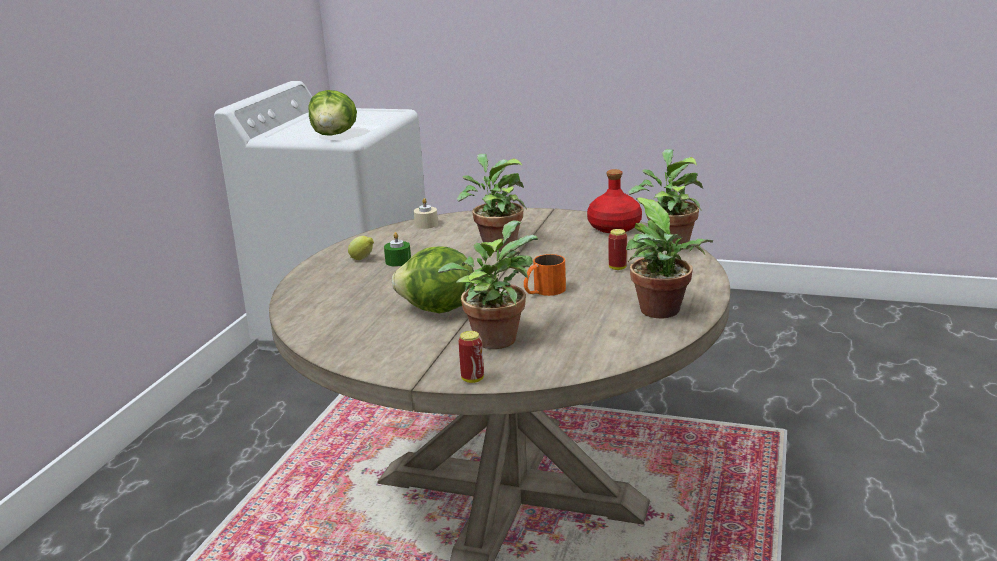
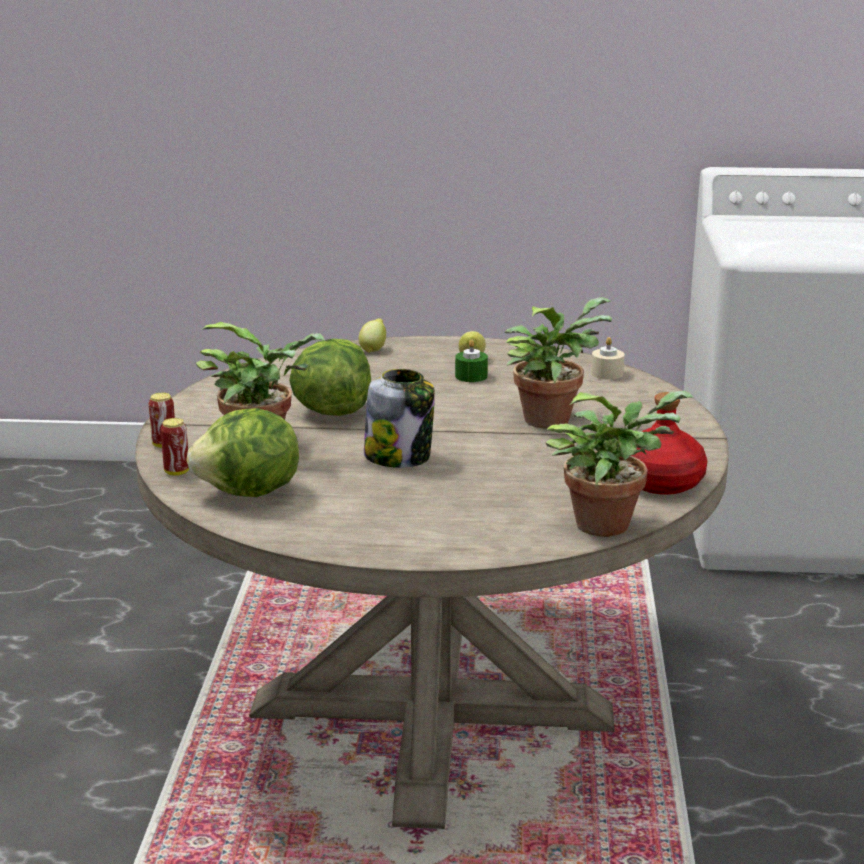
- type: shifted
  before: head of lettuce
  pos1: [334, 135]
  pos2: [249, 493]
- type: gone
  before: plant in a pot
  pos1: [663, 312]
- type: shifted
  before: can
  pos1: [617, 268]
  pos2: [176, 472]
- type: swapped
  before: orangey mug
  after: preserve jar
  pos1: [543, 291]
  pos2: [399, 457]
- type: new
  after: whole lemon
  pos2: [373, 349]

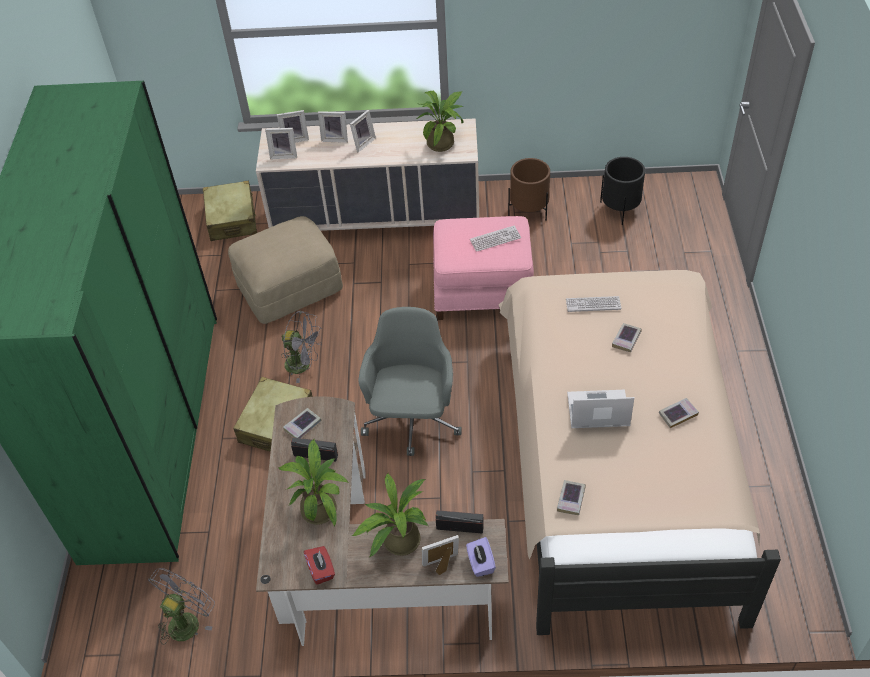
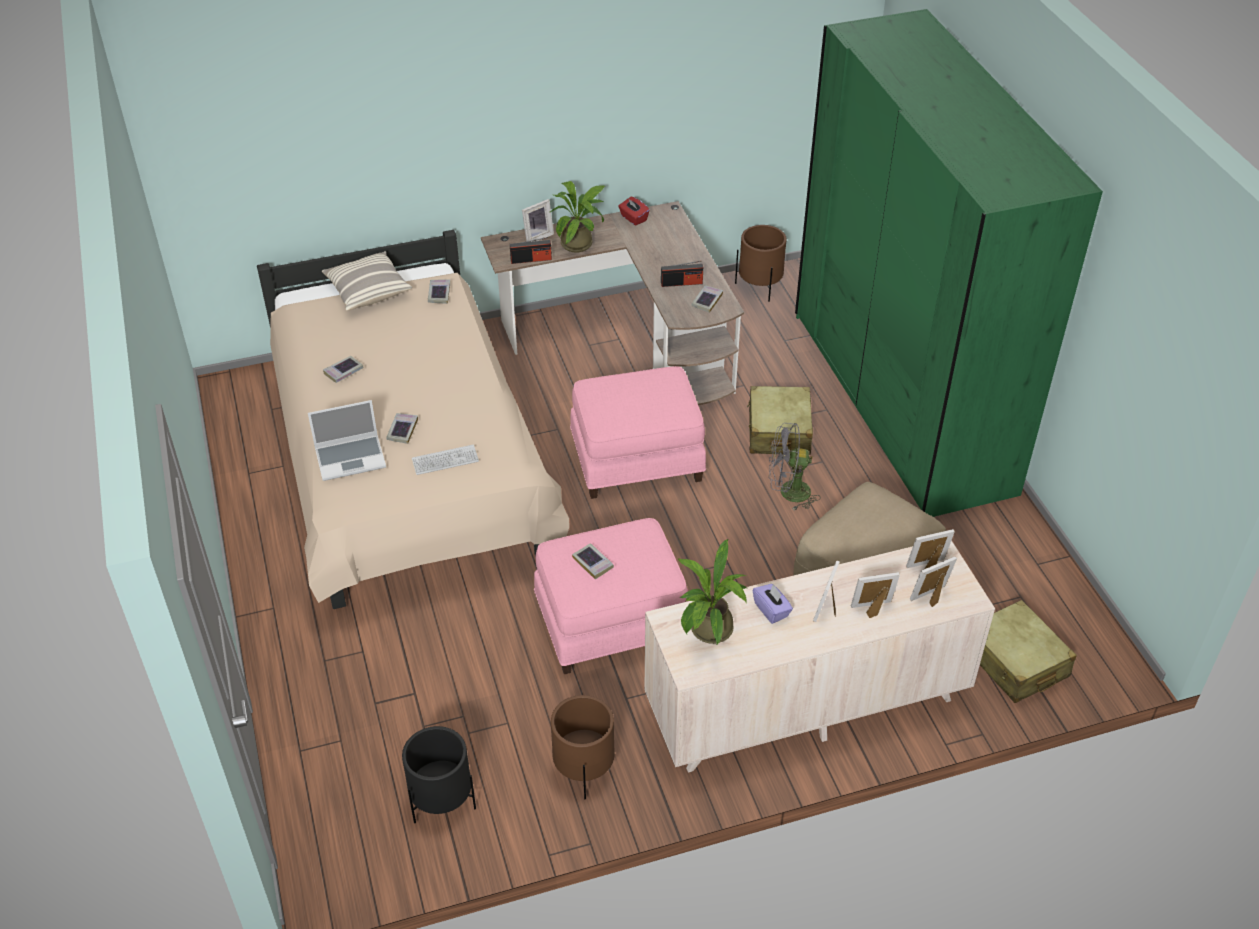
- type: swapped
  before: PC keyboard
  after: volume
  pos1: [495, 239]
  pos2: [593, 563]
- type: swapped
  before: grey computer chair
  after: pink-coloured footrest
  pos1: [413, 420]
  pos2: [637, 462]
- type: shifted
  before: notebook computer
  pos1: [597, 411]
  pos2: [351, 458]
- type: gone
  before: plant in a pot
  pos1: [320, 506]
- type: shifted
  before: purplish tissue box
  pos1: [480, 563]
  pos2: [771, 610]
- type: swapped
  before: grey cooling fan
  after: brownish planter
  pos1: [187, 620]
  pos2: [760, 286]
- type: new
  after: pillow
  pos2: [368, 290]

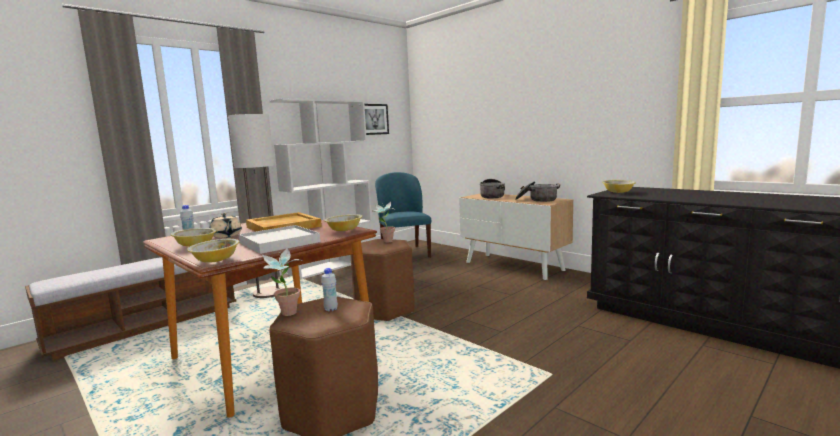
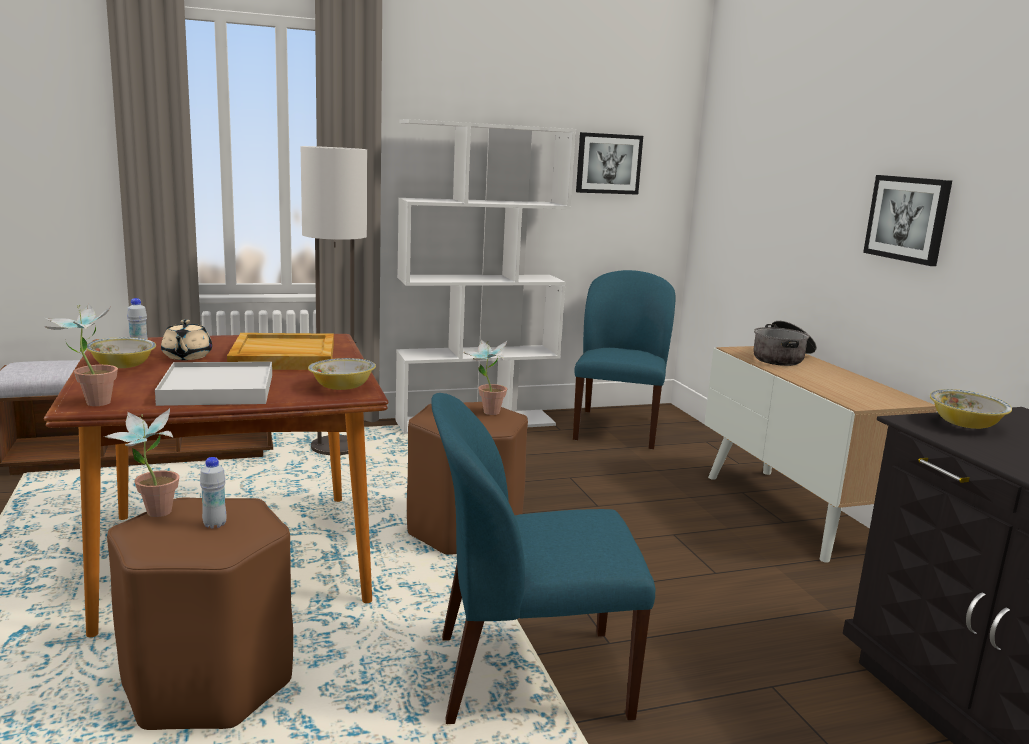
- type: gone
  before: stockpot
  pos1: [536, 200]
- type: swapped
  before: serving bowl
  after: plant in a pot
  pos1: [215, 260]
  pos2: [89, 403]
- type: new
  after: picture
  pos2: [908, 218]
- type: new
  after: blue upright chair
  pos2: [526, 675]

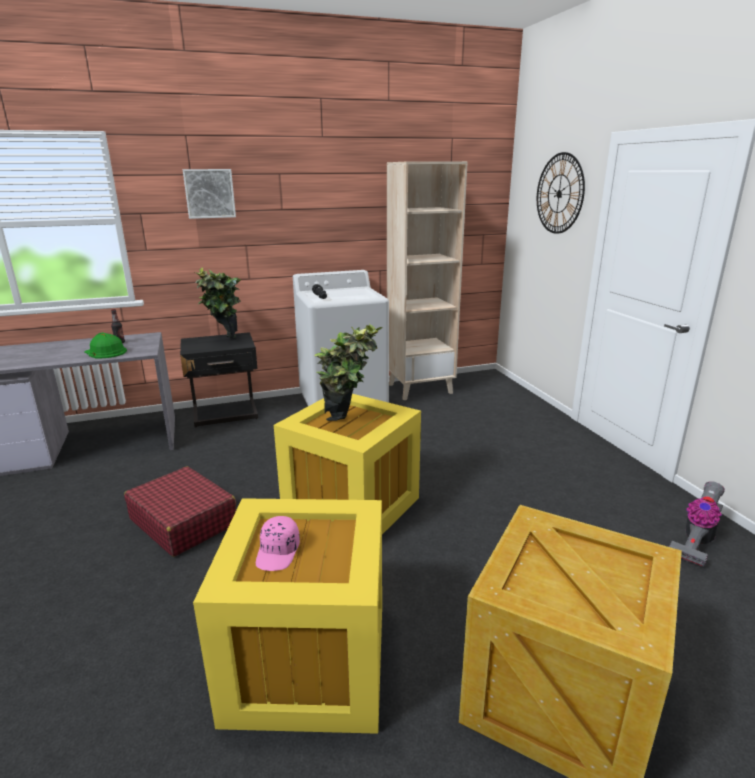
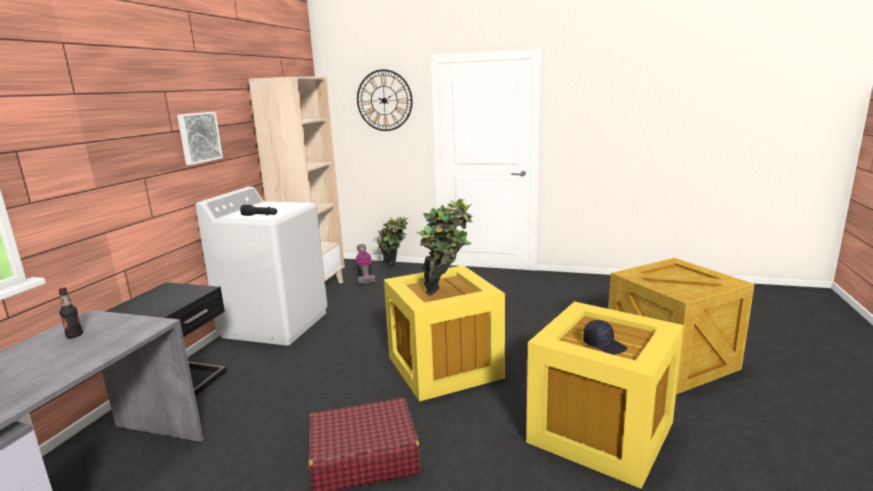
- type: shifted
  before: picture
  pos1: [209, 193]
  pos2: [198, 137]
- type: shifted
  before: plant in a pot
  pos1: [224, 341]
  pos2: [395, 269]
- type: gone
  before: green-coloured safety helmet
  pos1: [105, 352]
- type: shifted
  before: hoover
  pos1: [695, 542]
  pos2: [364, 277]
- type: repainted
  before: pink-coloured cap
  after: black-coloured cap
  pos1: [278, 552]
  pos2: [604, 345]

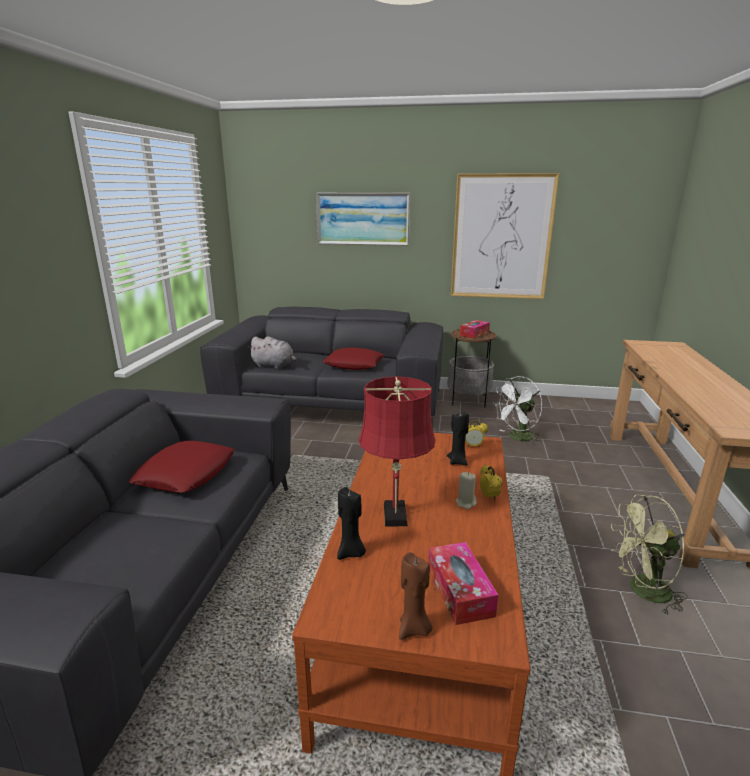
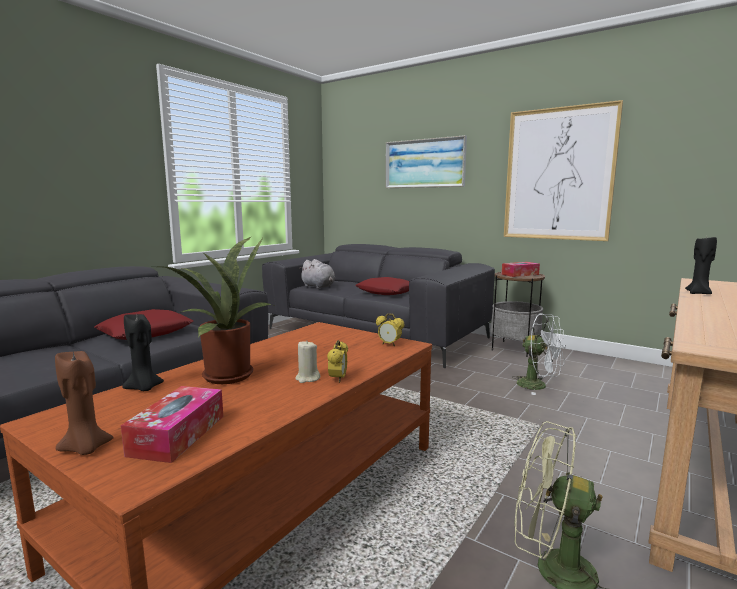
- type: swapped
  before: reddish tabletop lamp
  after: plant in a pot
  pos1: [395, 517]
  pos2: [225, 375]
- type: rotated
  before: whitish cooling fan
  pos1: [517, 438]
  pos2: [538, 386]
  turn: -135
- type: shifted
  before: black-coloured candle
  pos1: [457, 461]
  pos2: [699, 293]

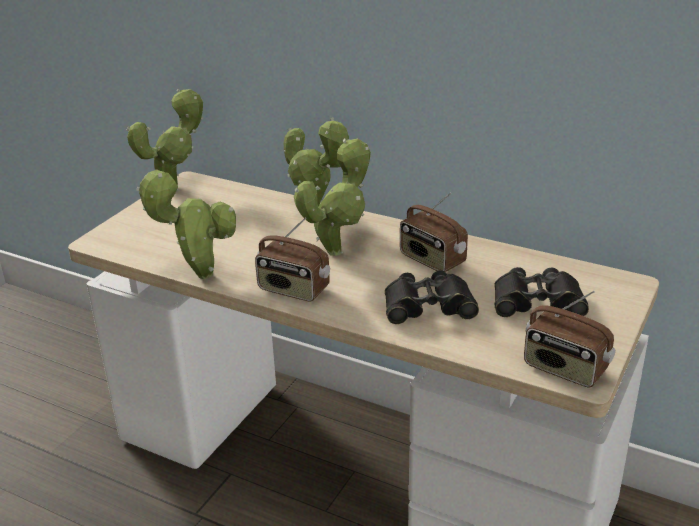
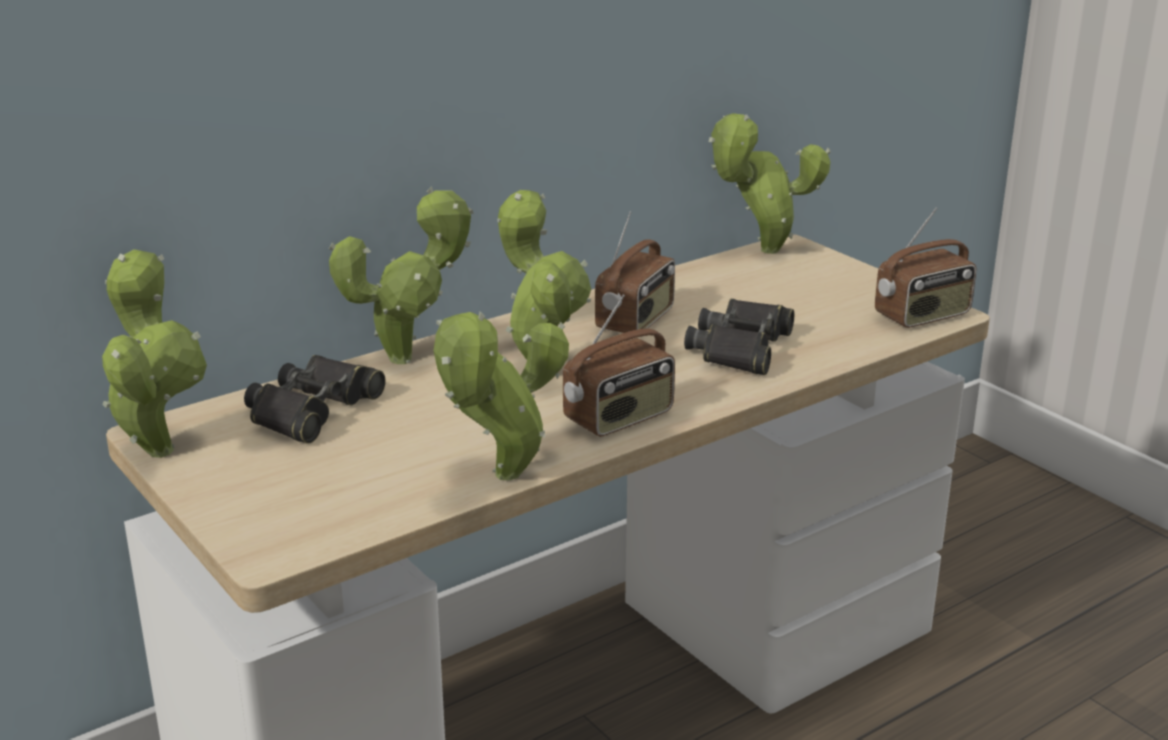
- type: rotated
  before: radio
  pos1: [431, 260]
  pos2: [636, 321]
  turn: -45
- type: shifted
  before: black-coloured binoculars
  pos1: [537, 302]
  pos2: [312, 410]
- type: new
  after: plant in a pot
  pos2: [763, 251]

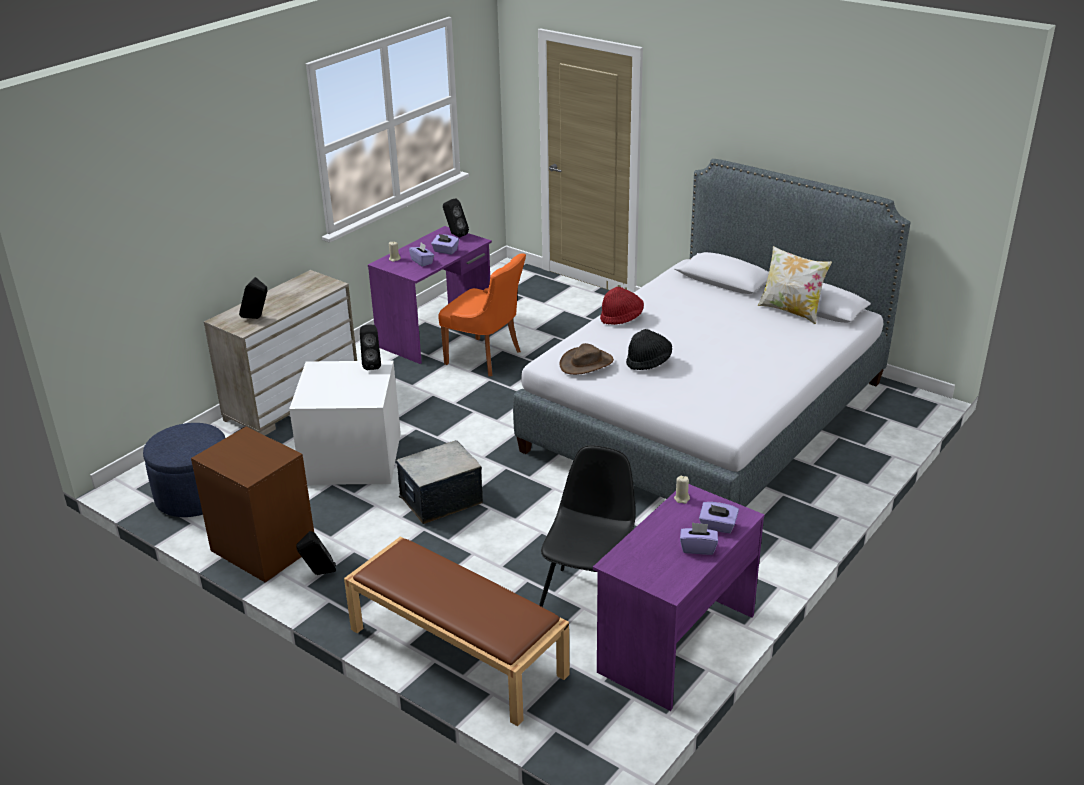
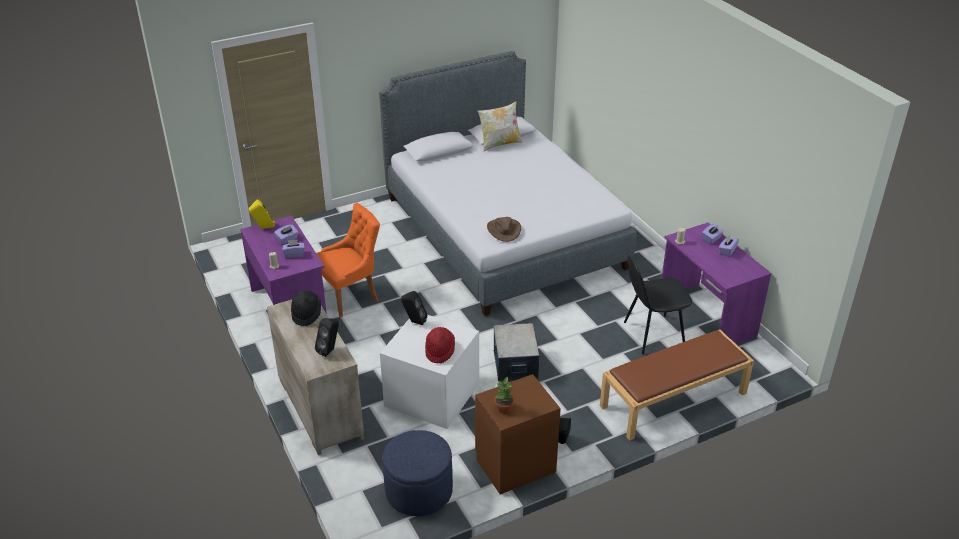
- type: repainted
  before: black-coloured loudspeaker
  after: yellow loudspeaker
  pos1: [455, 235]
  pos2: [263, 228]
- type: shifted
  before: reddish hat
  pos1: [621, 318]
  pos2: [439, 351]
- type: shifted
  before: black-coloured hat
  pos1: [649, 362]
  pos2: [306, 314]
- type: rotated
  before: black-coloured upright chair
  pos1: [588, 597]
  pos2: [652, 334]
  turn: -60
- type: new
  after: plant in a pot
  pos2: [503, 408]

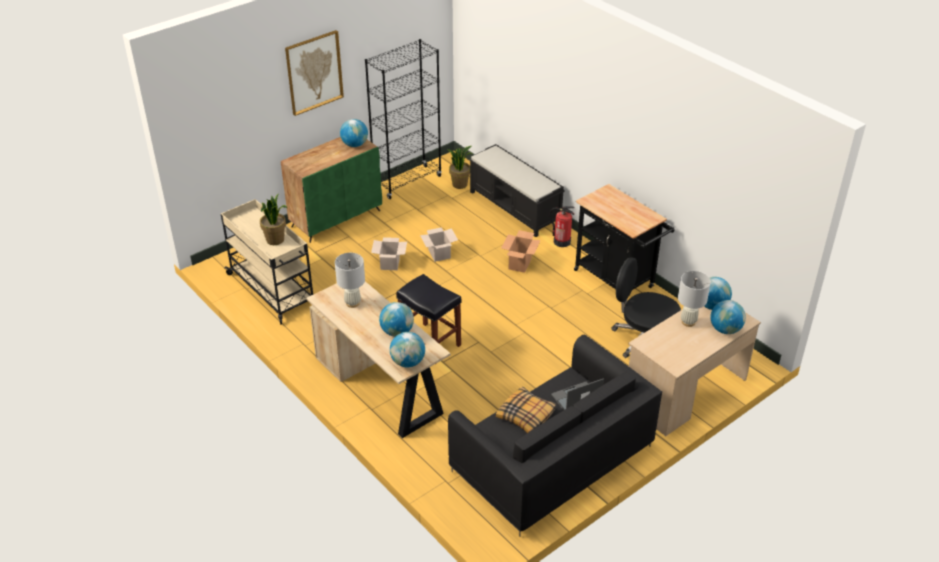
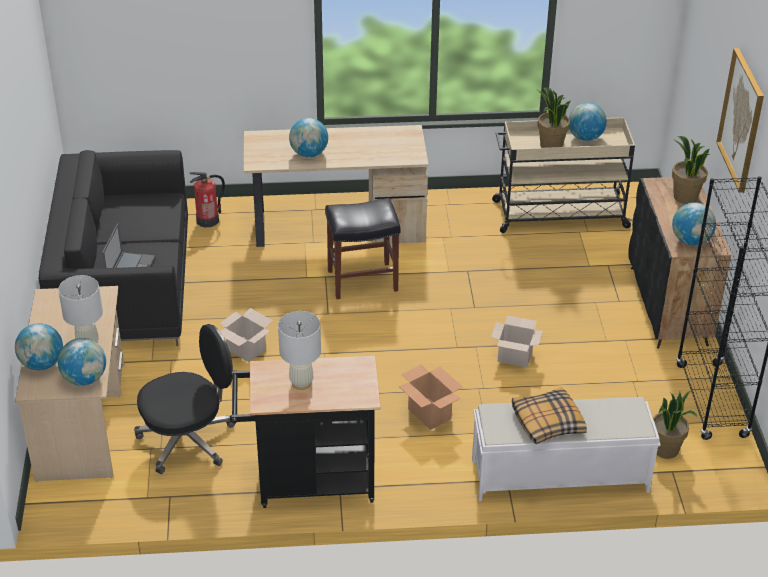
- type: repainted
  before: green-coloured storage cabinet
  after: black-coloured storage cabinet
  pos1: [336, 218]
  pos2: [669, 306]
- type: repainted
  before: black-coloured bench
  after: whitish bench
  pos1: [515, 208]
  pos2: [558, 475]
- type: shifted
  before: extinguisher
  pos1: [561, 241]
  pos2: [208, 220]
- type: shifted
  before: carton
  pos1: [390, 264]
  pos2: [245, 349]
- type: shifted
  before: whitish tabletop lamp
  pos1: [353, 303]
  pos2: [301, 383]
- type: shifted
  before: desk globe
  pos1: [408, 362]
  pos2: [585, 137]
- type: shifted
  before: pillow
  pos1: [526, 415]
  pos2: [547, 422]
- type: new
  after: plant in a pot
  pos2: [685, 197]

